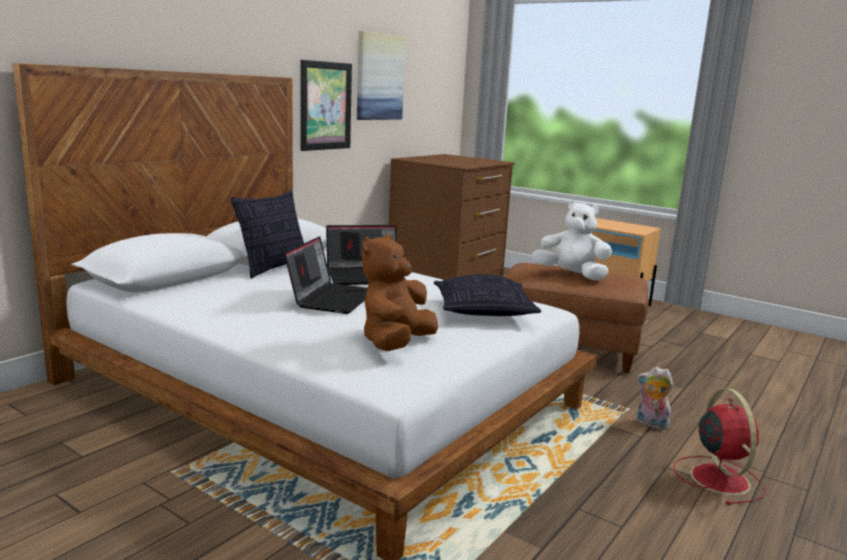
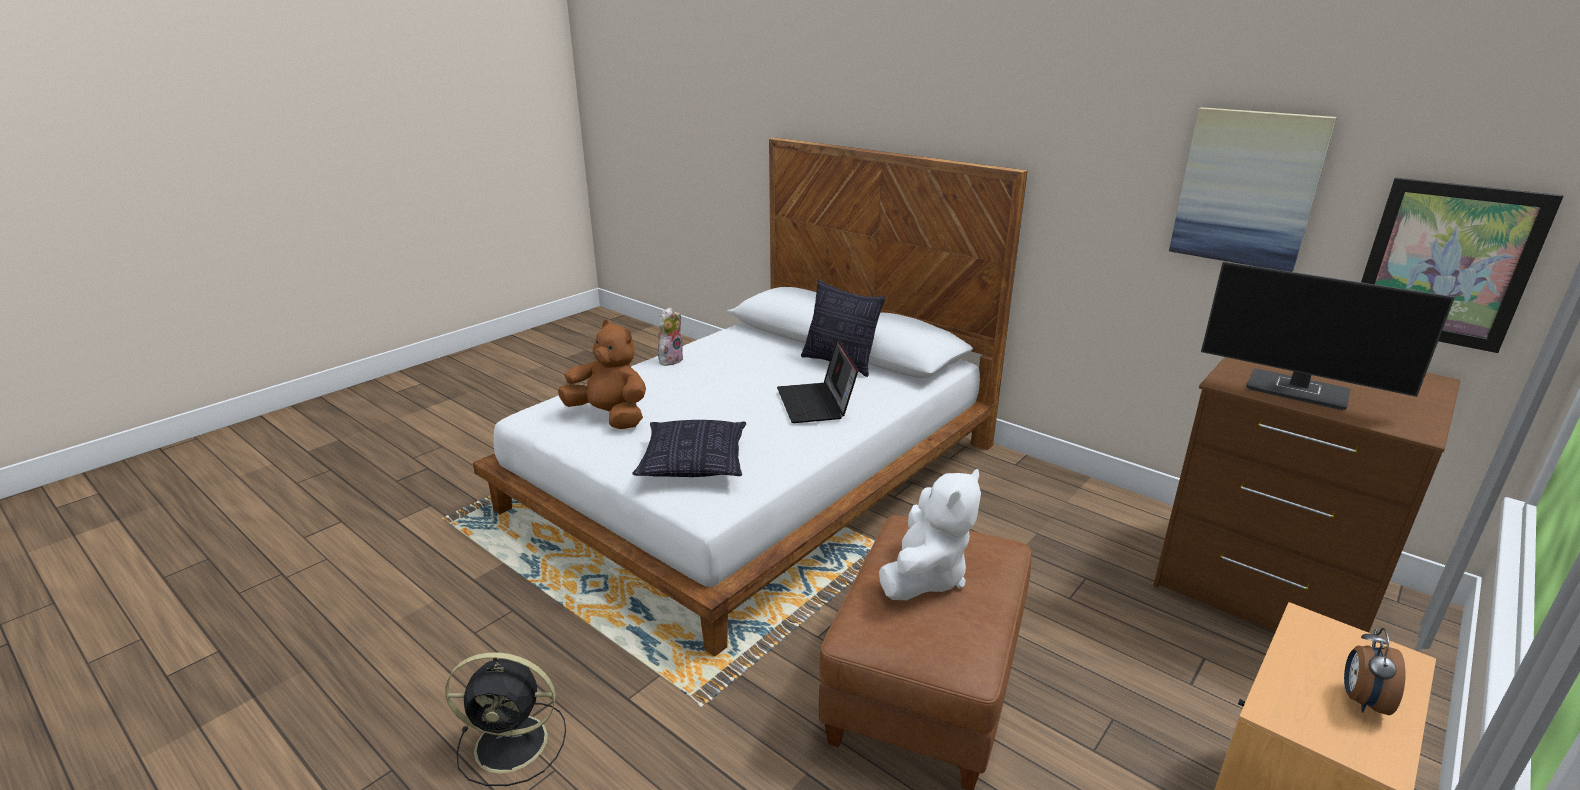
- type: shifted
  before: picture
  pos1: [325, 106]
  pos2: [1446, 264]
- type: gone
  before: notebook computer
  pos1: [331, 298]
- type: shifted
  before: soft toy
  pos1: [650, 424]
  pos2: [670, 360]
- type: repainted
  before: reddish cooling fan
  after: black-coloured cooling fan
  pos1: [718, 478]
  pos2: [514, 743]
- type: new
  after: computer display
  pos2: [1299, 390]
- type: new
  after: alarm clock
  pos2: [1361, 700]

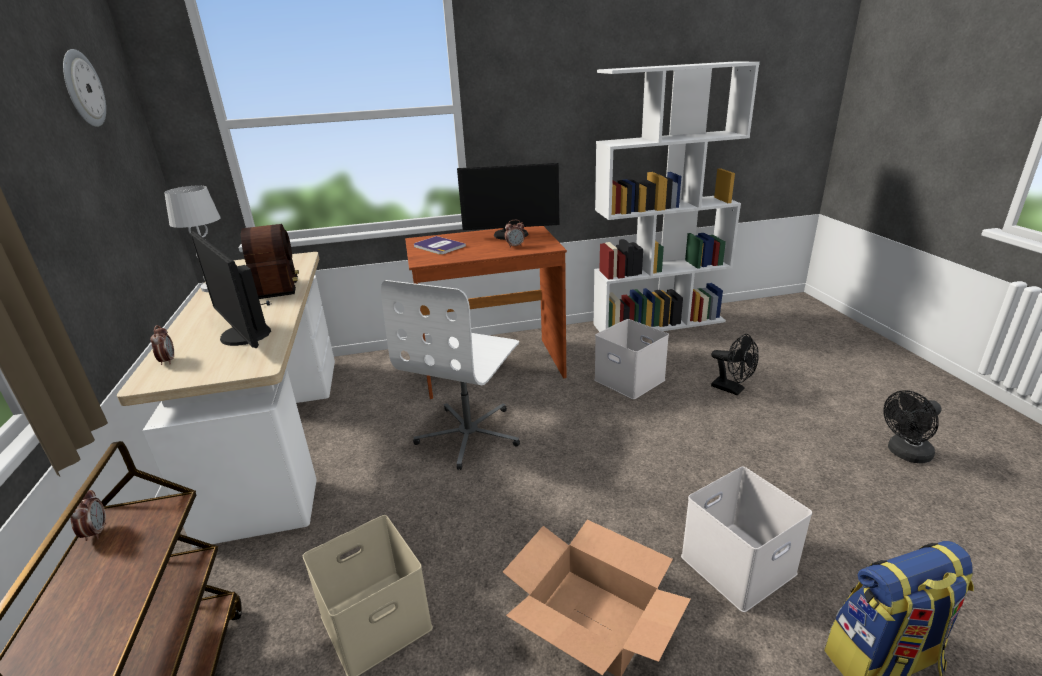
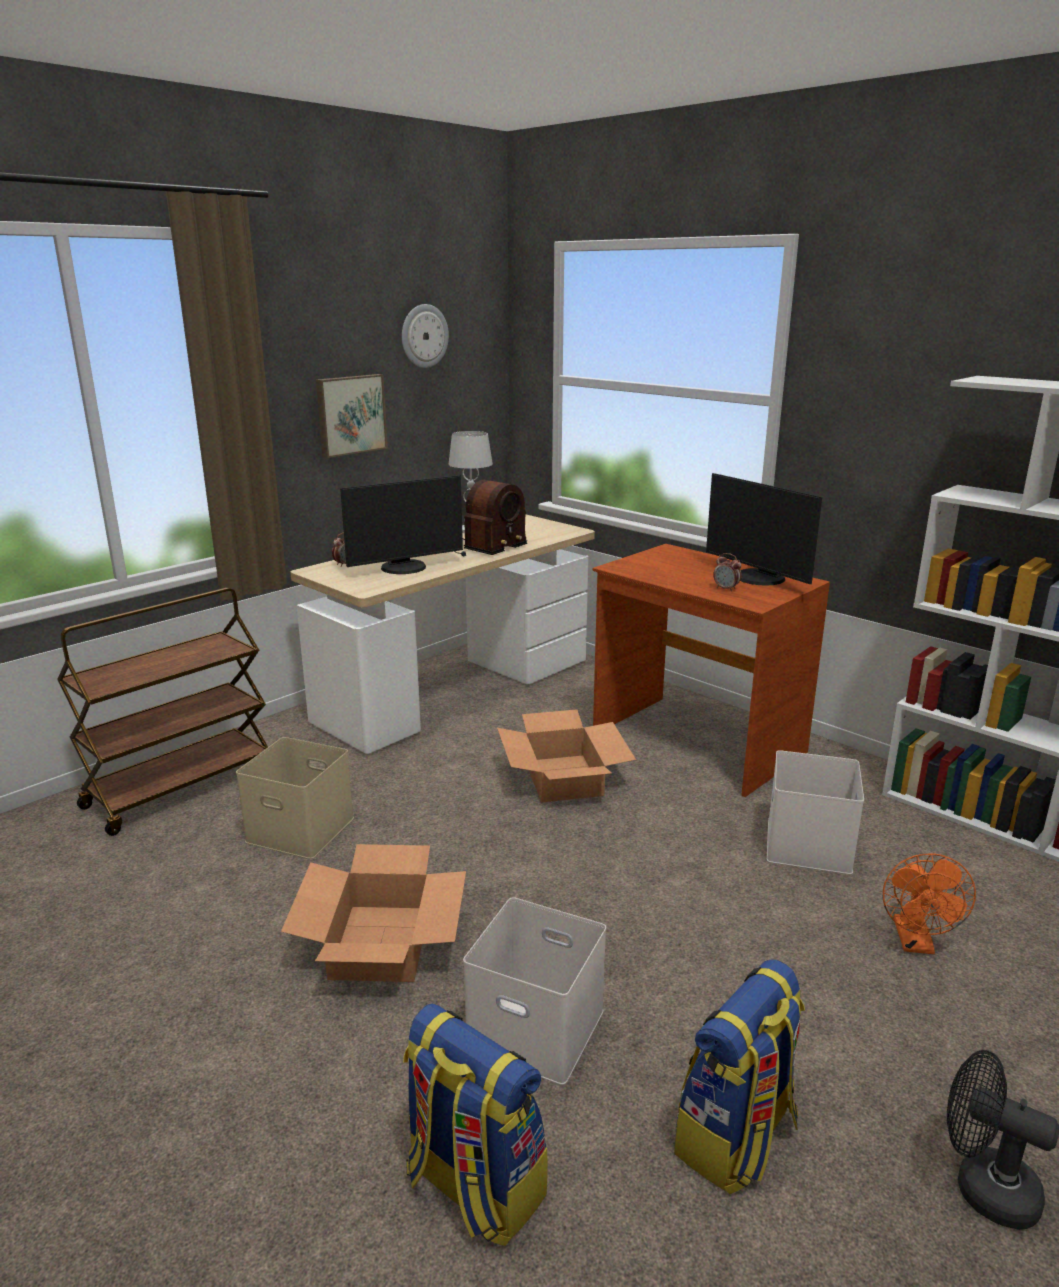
- type: rotated
  before: computer display
  pos1: [243, 335]
  pos2: [404, 568]
  turn: -135
- type: gone
  before: volume
  pos1: [438, 246]
- type: swapped
  before: whitish computer chair
  after: carton
  pos1: [470, 434]
  pos2: [563, 778]
- type: repainted
  before: black-coloured cooling fan
  after: orangey cooling fan
  pos1: [732, 389]
  pos2: [916, 943]
- type: gone
  before: alarm clock
  pos1: [96, 532]
- type: new
  after: picture
  pos2: [350, 414]
- type: new
  after: backpack
  pos2: [736, 1138]

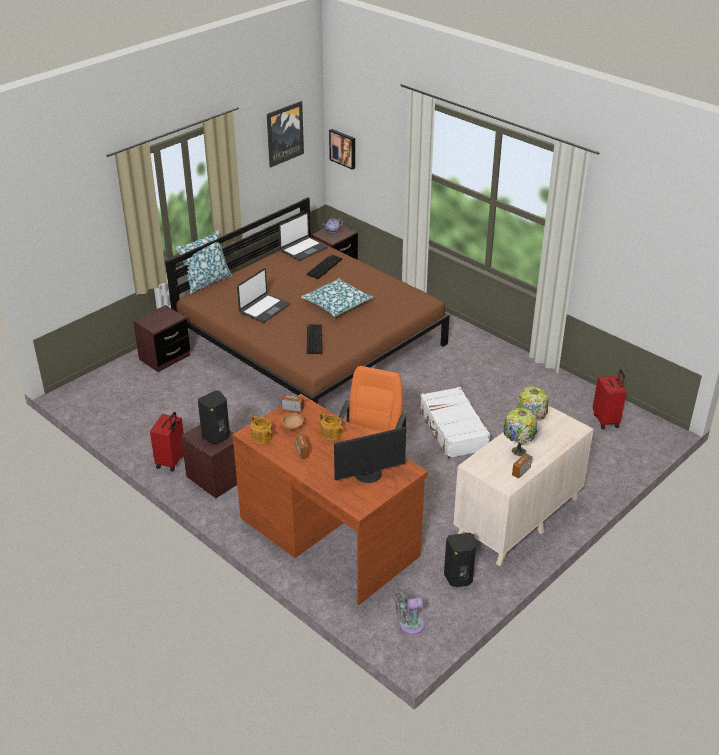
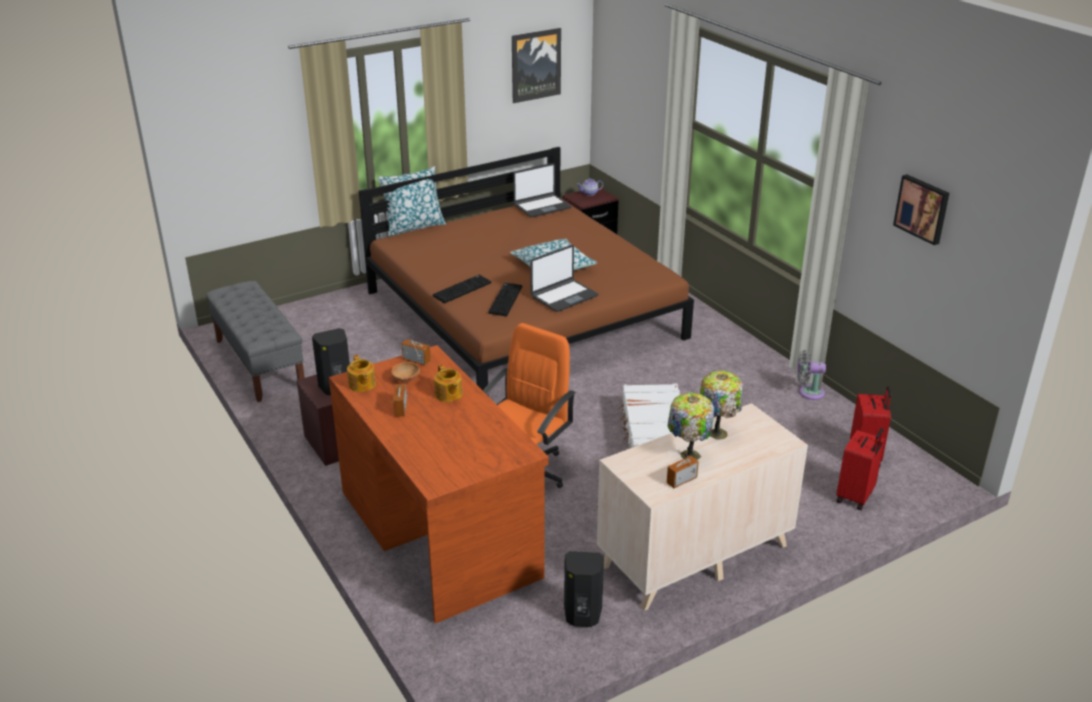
- type: shifted
  before: picture
  pos1: [343, 148]
  pos2: [922, 208]
- type: shifted
  before: PC keyboard
  pos1: [324, 267]
  pos2: [462, 289]
- type: shifted
  before: notebook computer
  pos1: [264, 308]
  pos2: [563, 296]
- type: gone
  before: brownish nightstand
  pos1: [164, 357]
- type: shifted
  before: reddish piece of luggage
  pos1: [171, 461]
  pos2: [856, 497]
- type: gone
  before: computer display
  pos1: [368, 475]
- type: shifted
  before: grey cooling fan
  pos1: [409, 625]
  pos2: [808, 392]
- type: new
  after: grey bench
  pos2: [259, 363]

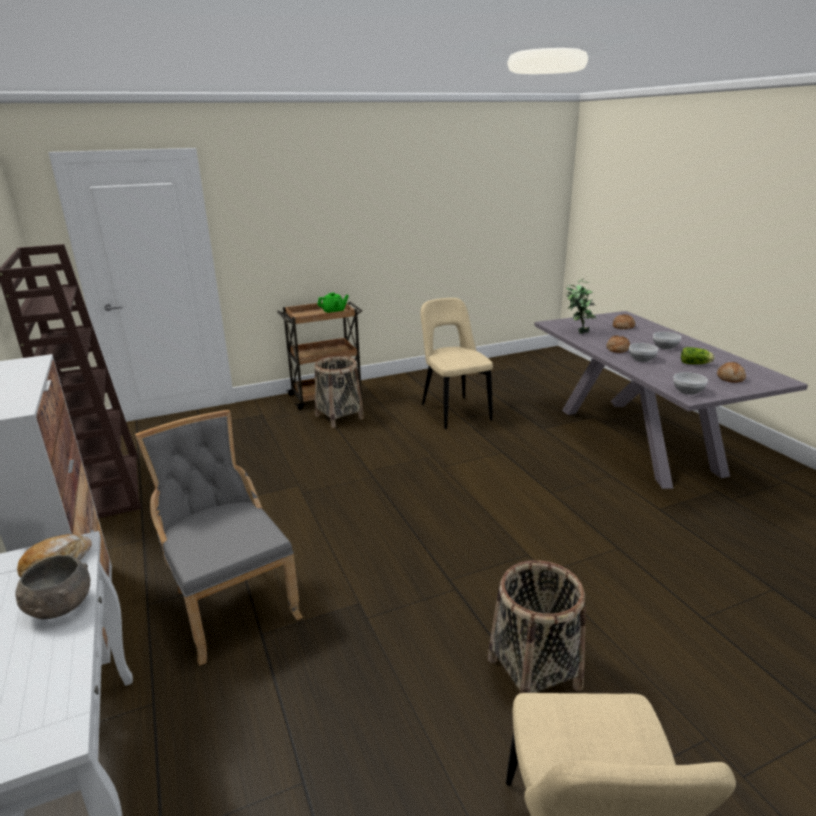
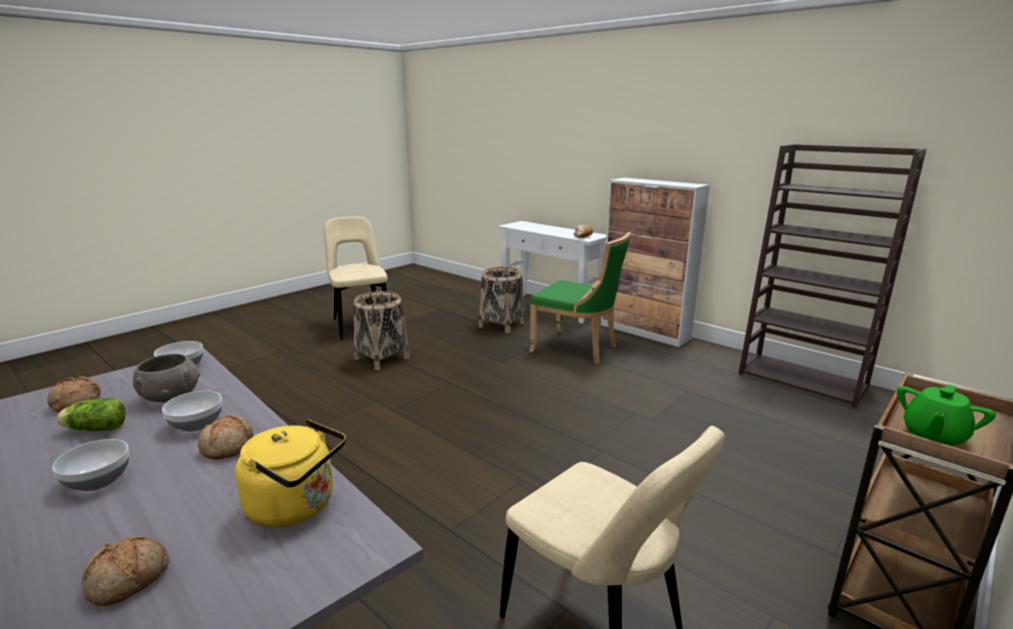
- type: swapped
  before: plant in a pot
  after: yellow tea kettle
  pos1: [577, 332]
  pos2: [297, 506]
- type: shifted
  before: household basket
  pos1: [339, 416]
  pos2: [502, 325]
- type: repainted
  before: grey upright chair
  after: green-coloured upright chair
  pos1: [231, 603]
  pos2: [578, 348]
- type: shifted
  before: grey serving bowl
  pos1: [59, 606]
  pos2: [170, 396]

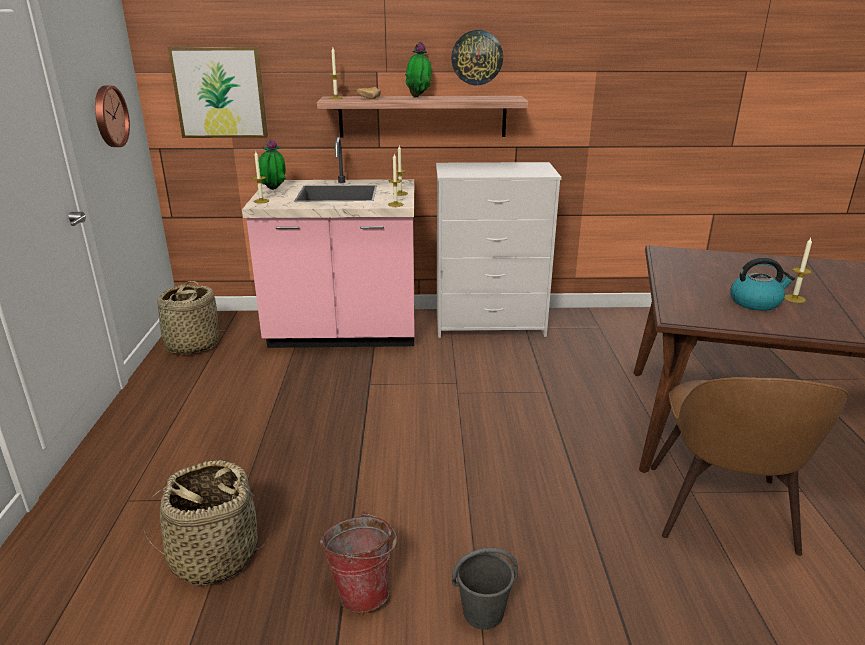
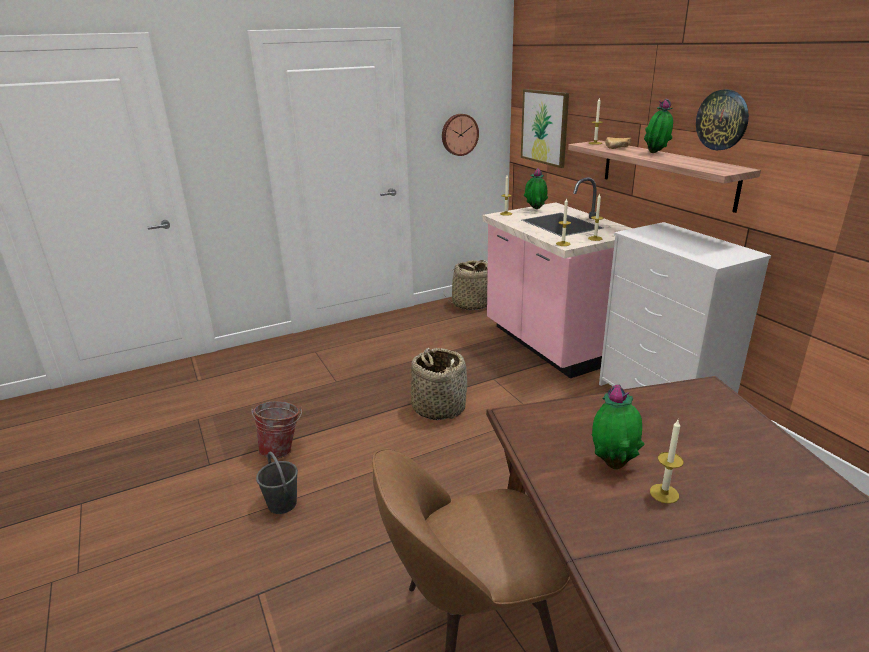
- type: swapped
  before: tea kettle
  after: plant in a pot
  pos1: [756, 302]
  pos2: [613, 463]
- type: shifted
  before: household basket
  pos1: [214, 556]
  pos2: [438, 407]

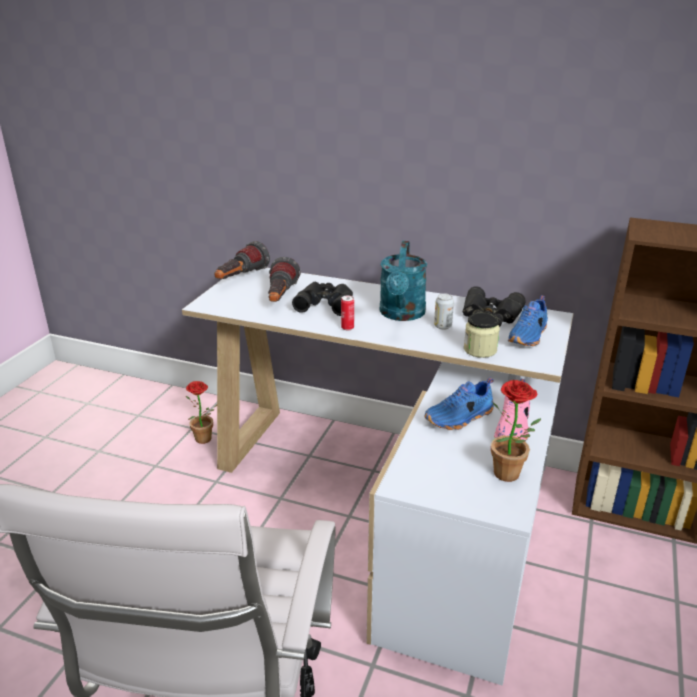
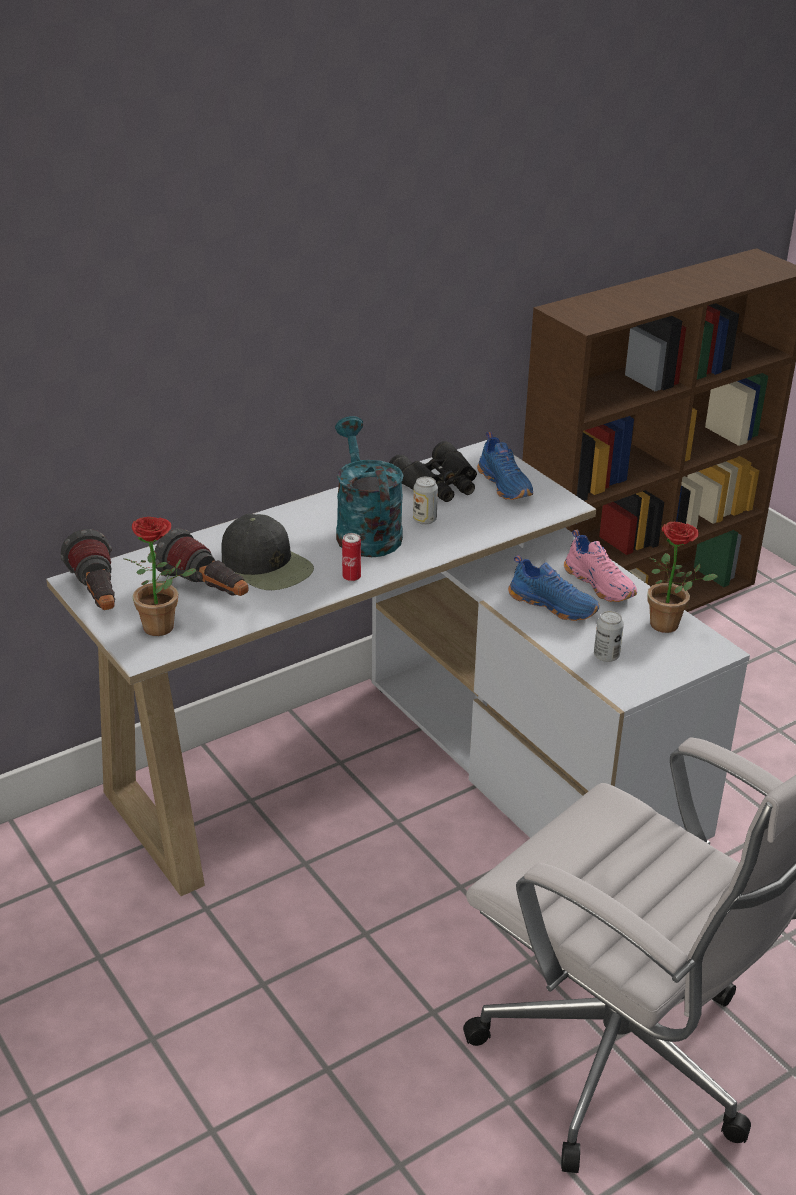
- type: rotated
  before: blue-green watering pot
  pos1: [401, 314]
  pos2: [365, 530]
  turn: -150
- type: swapped
  before: black-coloured binoculars
  after: black-coloured cap
  pos1: [326, 303]
  pos2: [267, 565]
- type: gone
  before: preserve jar
  pos1: [480, 350]
- type: rotated
  before: blue shoe
  pos1: [460, 418]
  pos2: [554, 605]
  turn: -60
- type: shifted
  before: plant in a pot
  pos1: [204, 441]
  pos2: [165, 628]
- type: new
  after: can
  pos2: [606, 656]

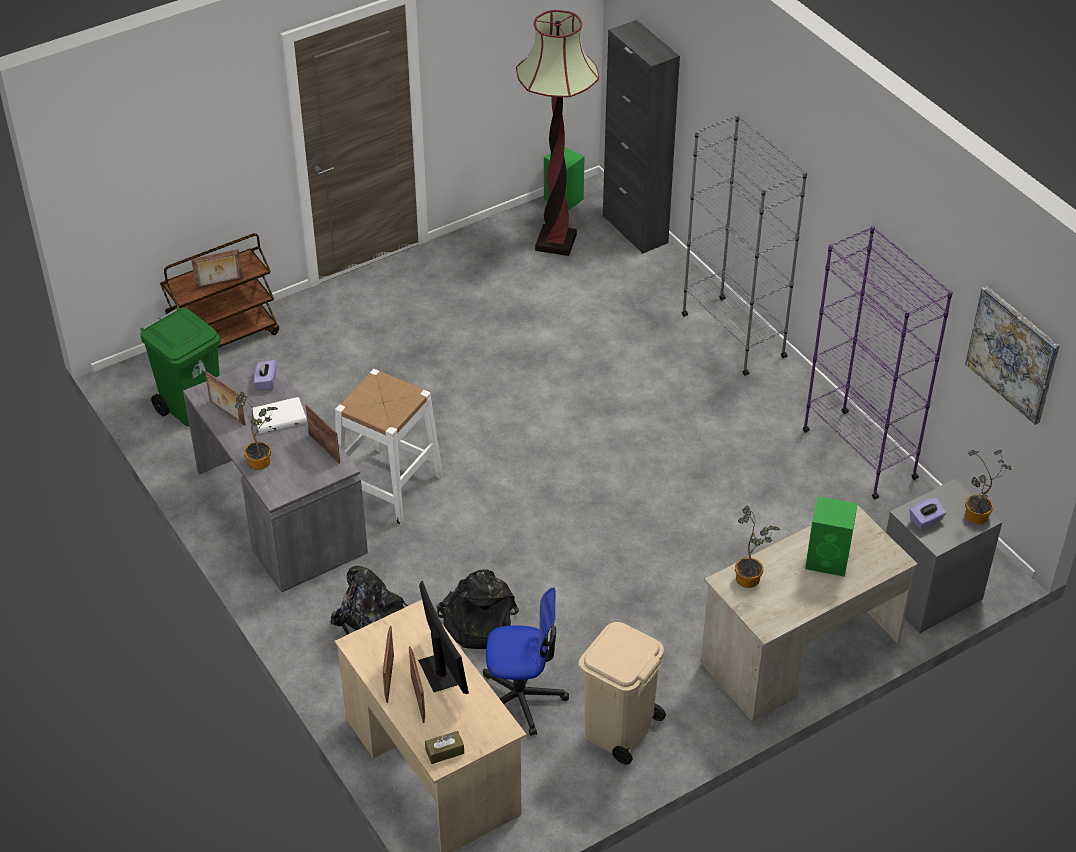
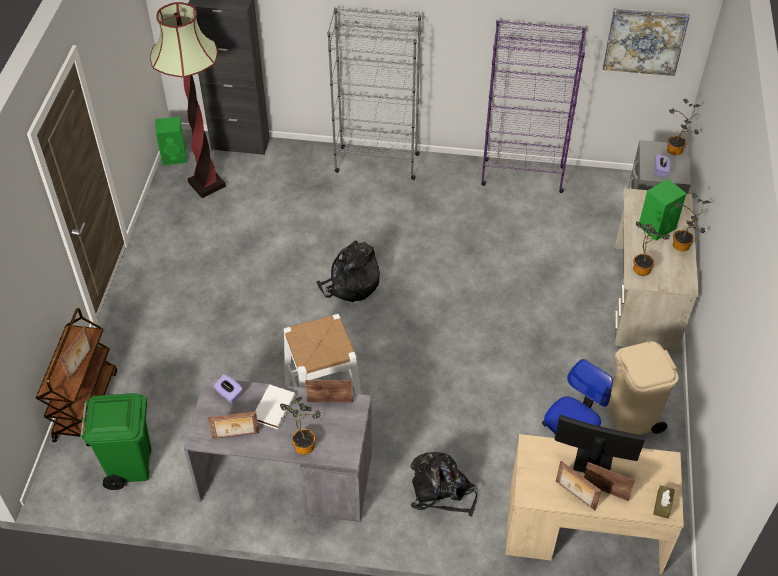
- type: shifted
  before: black-coloured backpack
  pos1: [477, 624]
  pos2: [351, 285]
- type: new
  after: plant in a pot
  pos2: [682, 247]

